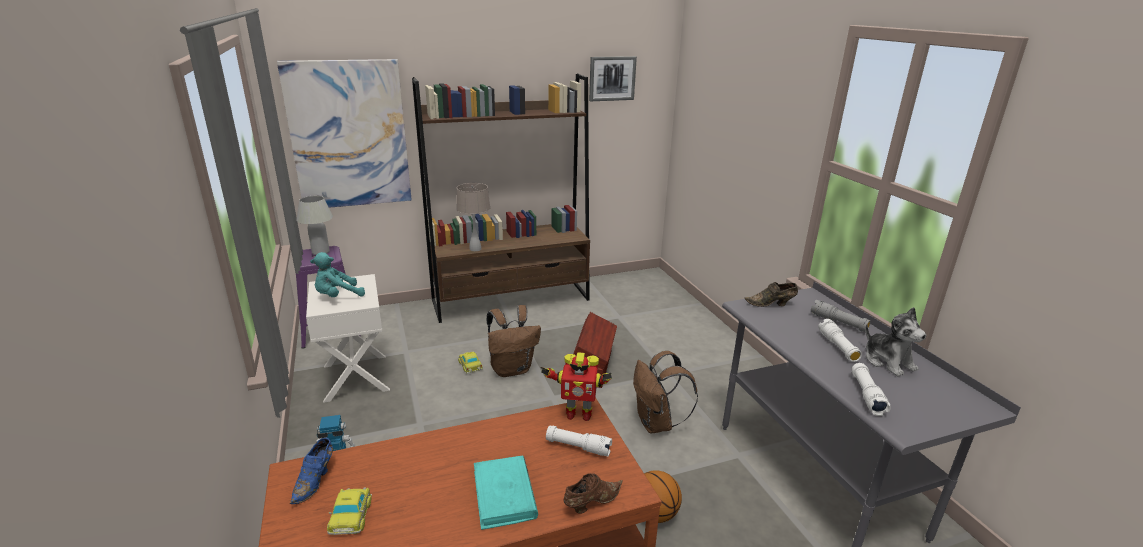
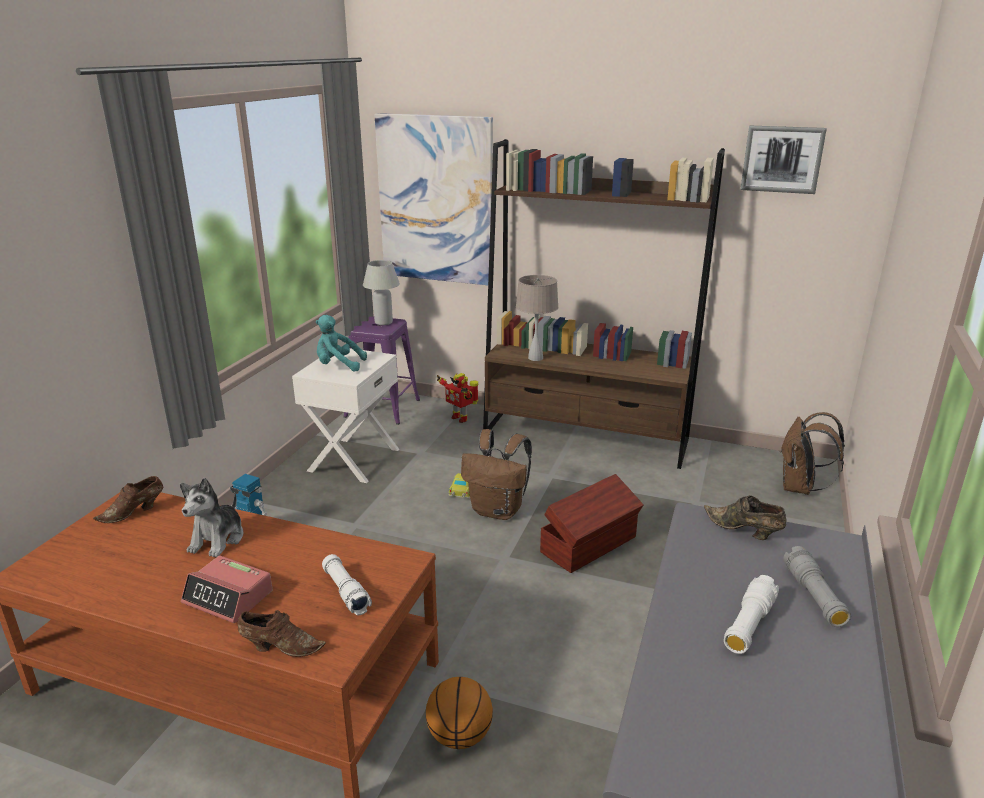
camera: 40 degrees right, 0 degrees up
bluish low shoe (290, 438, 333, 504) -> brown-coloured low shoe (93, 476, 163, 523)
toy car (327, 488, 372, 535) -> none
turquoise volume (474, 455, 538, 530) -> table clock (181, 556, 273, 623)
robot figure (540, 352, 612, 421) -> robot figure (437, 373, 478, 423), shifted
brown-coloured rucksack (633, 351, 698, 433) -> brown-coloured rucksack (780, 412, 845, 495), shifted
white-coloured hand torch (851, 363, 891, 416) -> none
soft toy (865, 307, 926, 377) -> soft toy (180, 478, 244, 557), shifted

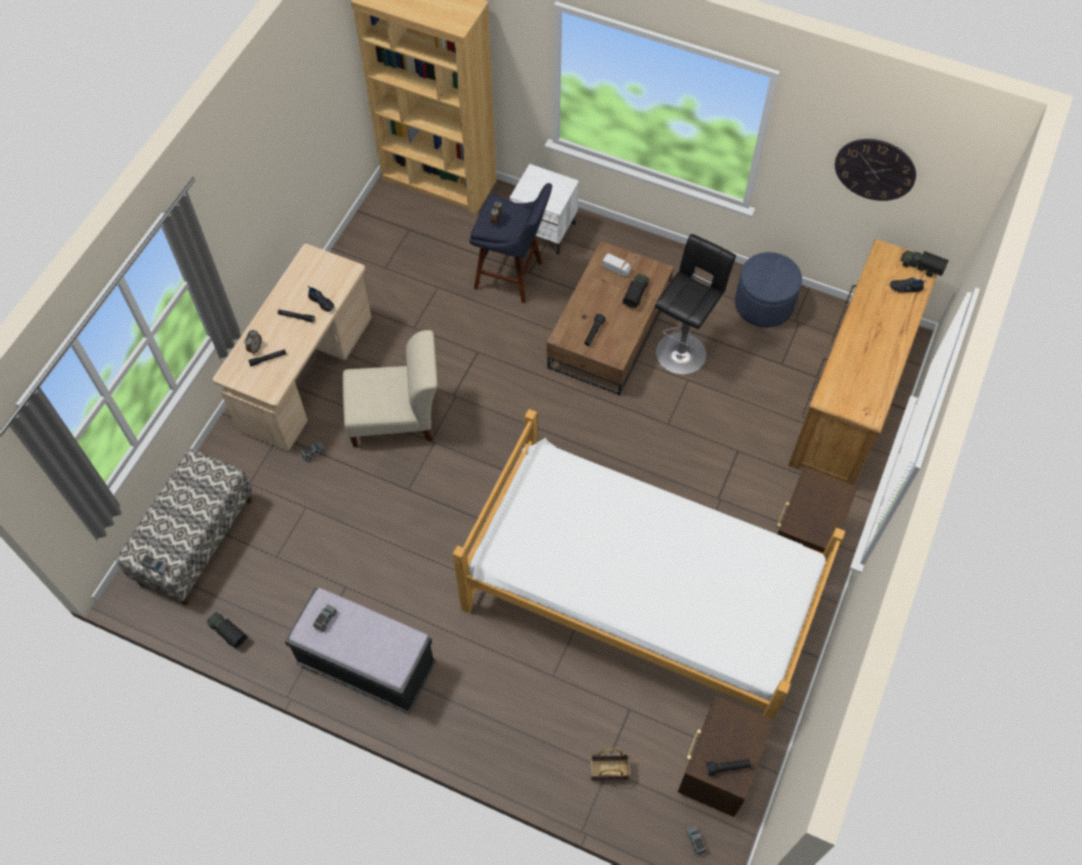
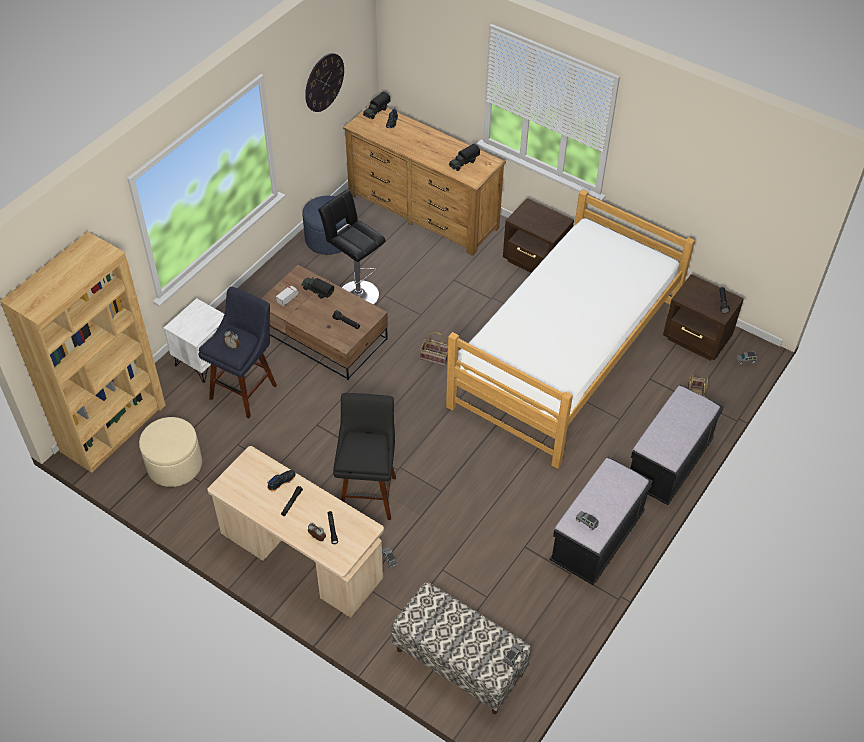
camera: 80 degrees left, 10 degrees down
toy lorry (206, 612, 247, 649) -> toy lorry (449, 144, 480, 171), shifted
sand-coloured chair (343, 330, 437, 447) -> black-coloured stool seat (333, 393, 396, 520)
none -> sand-coloured pouffe (139, 417, 202, 487)
none -> household basket (420, 332, 448, 366)
none -> black-coloured indoor bench (630, 385, 724, 505)

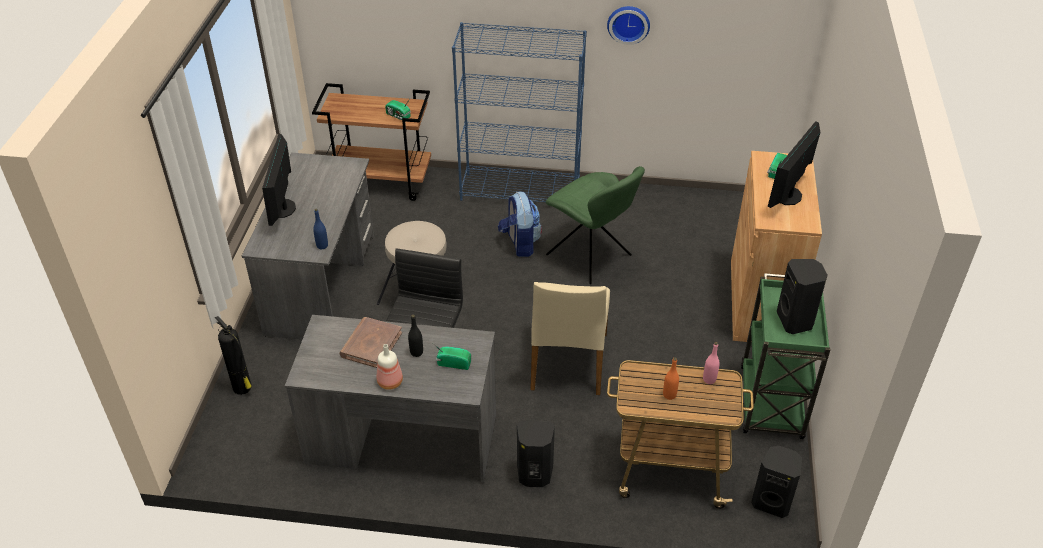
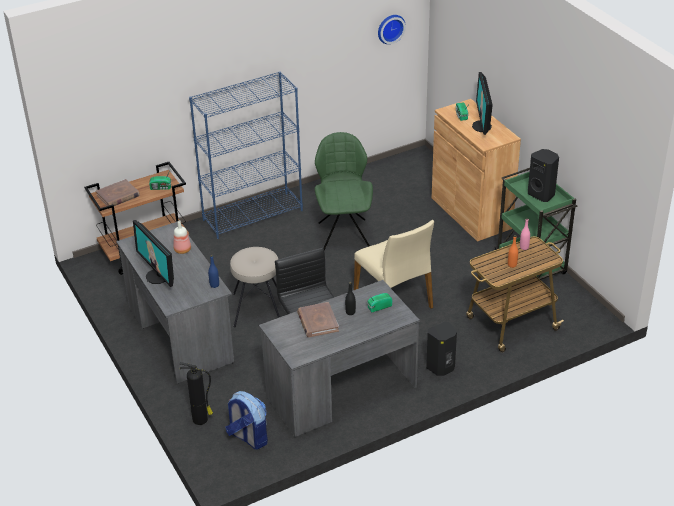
camera: 35 degrees left, 5 degrees down
drink bottle (377, 344, 403, 390) -> drink bottle (173, 220, 191, 254), shifted
rucksack (498, 192, 542, 257) -> rucksack (225, 391, 268, 450), shifted
green-coloured chair (545, 166, 645, 284) -> green-coloured chair (315, 132, 373, 250), 105 degrees counterclockwise
hanging clock (607, 6, 650, 45) -> hanging clock (378, 15, 406, 44), shifted
black-coloured speaker (751, 446, 802, 518) -> none
none -> brown-coloured volume (96, 179, 140, 206)

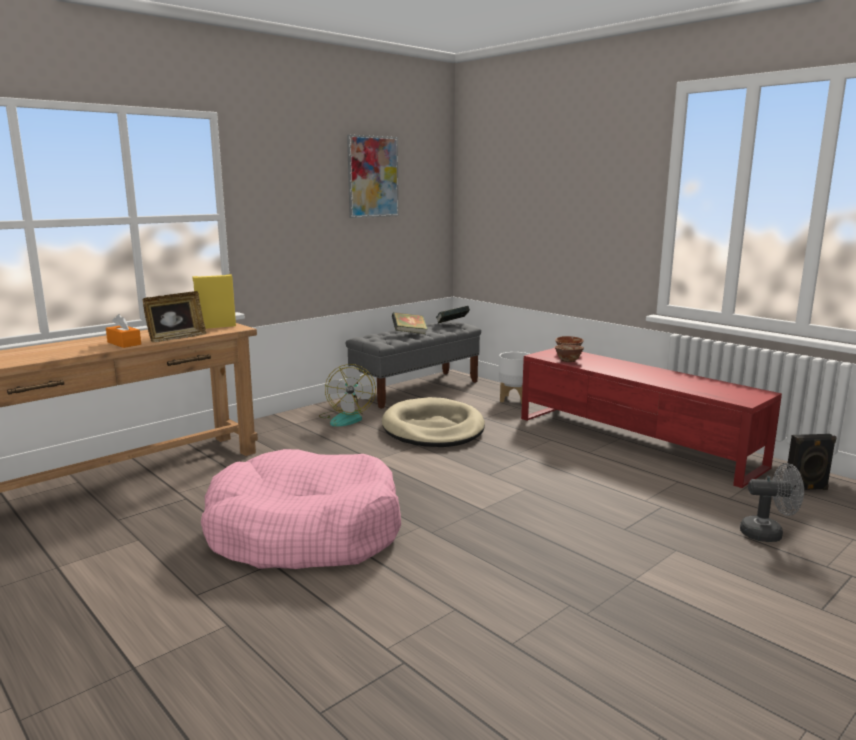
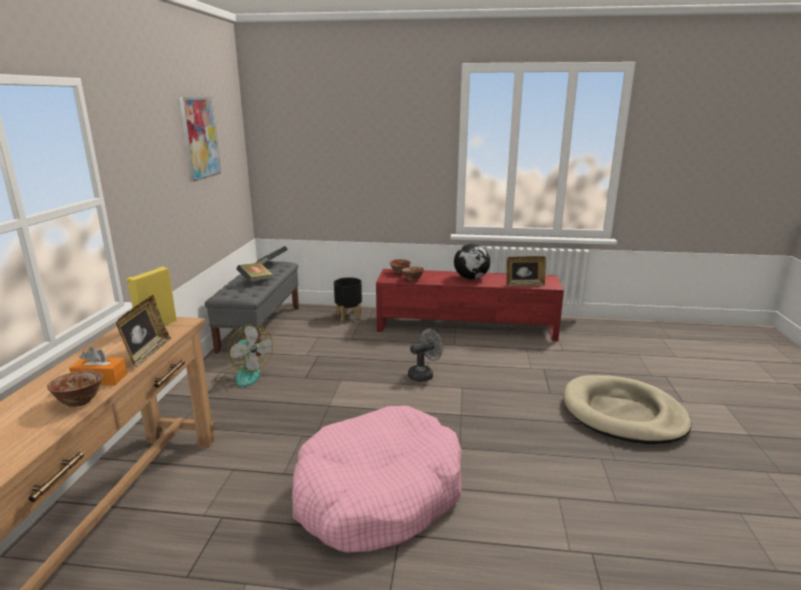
camera: 40 degrees left, 5 degrees up
sand-coloured dog bed (382, 397, 485, 447) -> sand-coloured dog bed (563, 375, 692, 444), shifted
white-coloured plant pot (499, 352, 529, 404) -> black-coloured plant pot (334, 277, 362, 322)
grey fan (740, 463, 804, 542) -> grey fan (408, 328, 443, 382), shifted
black-coloured speaker (787, 434, 836, 490) -> none
none -> deep dish (47, 370, 103, 407)
none -> desk globe (454, 244, 490, 279)
none -> photo frame (507, 256, 546, 286)

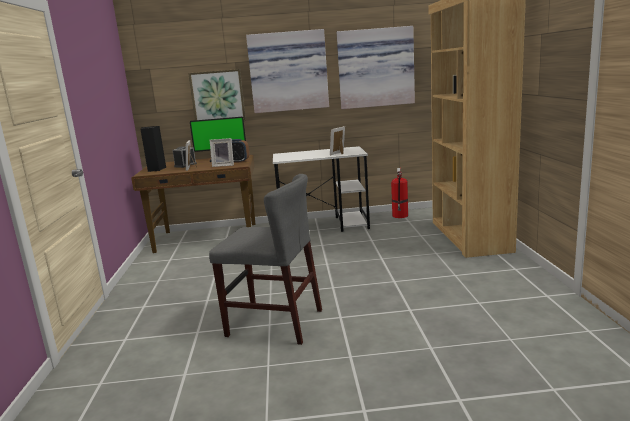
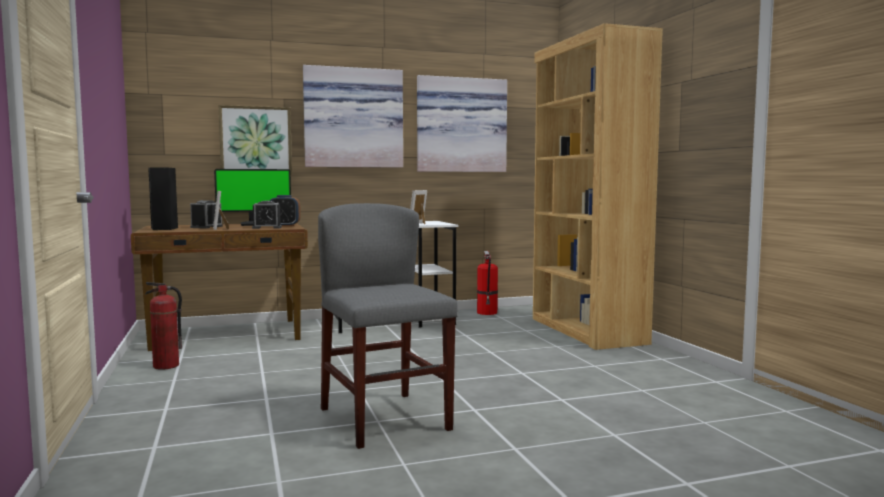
camera: 15 degrees left, 10 degrees down
grey chair (209, 174, 322, 345) -> grey chair (318, 203, 458, 449), 120 degrees counterclockwise
photo frame (210, 138, 234, 167) -> table clock (252, 201, 282, 229)
none -> fire extinguisher (145, 282, 182, 370)

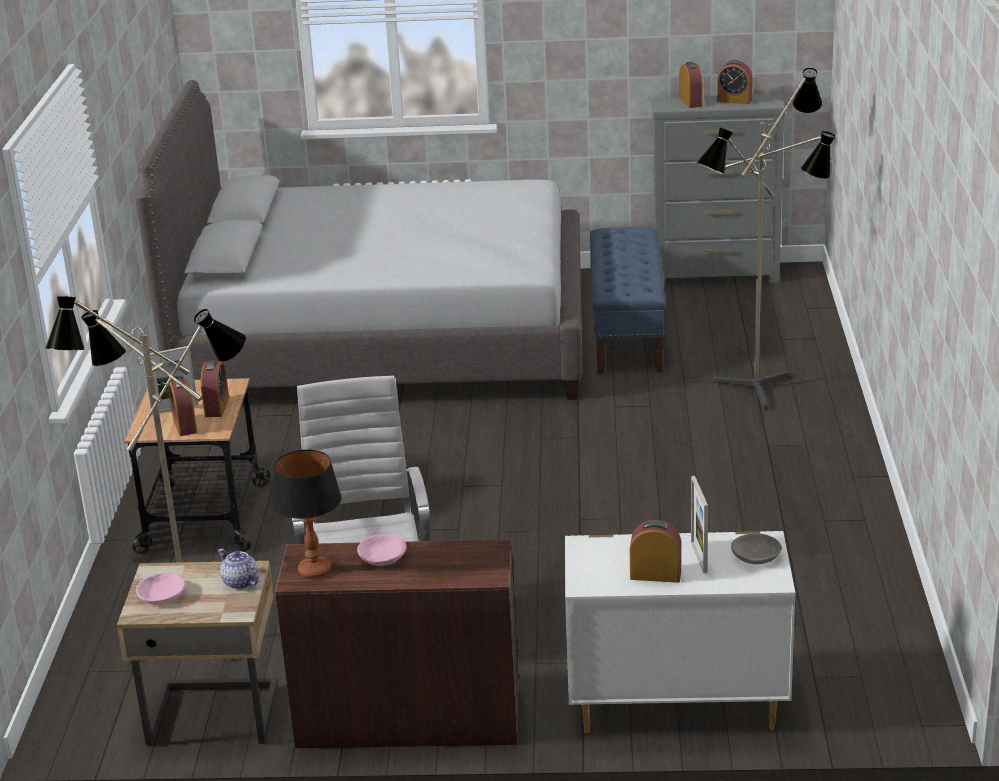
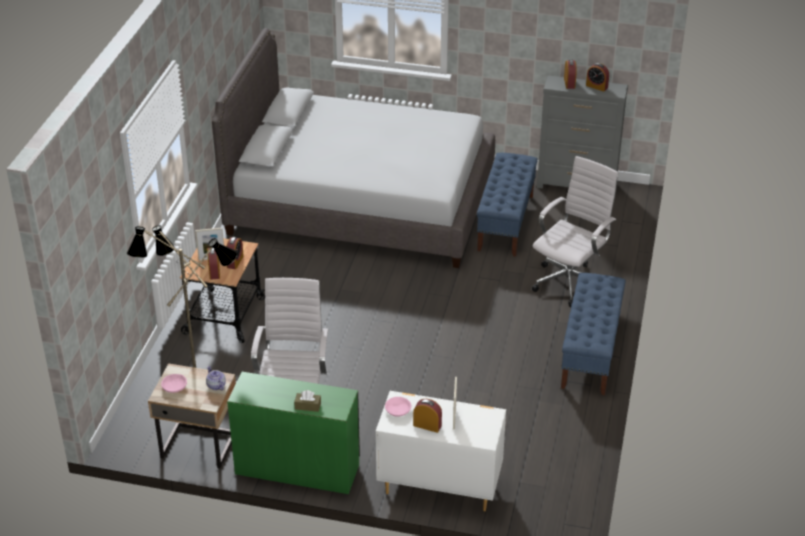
camera: 10 degrees right, 10 degrees up
lamp for a table (272, 450, 341, 579) -> none
brown-coloured desk unit (275, 539, 519, 748) -> green-coloured desk unit (227, 372, 360, 494)
pinkish deep dish (357, 534, 407, 566) -> pinkish deep dish (385, 397, 411, 417), shifted
standard lamp (696, 68, 836, 410) -> white-coloured desk chair (532, 156, 619, 307)
grey deep dish (731, 534, 782, 565) -> none
none -> brown-coloured tissue box (294, 390, 321, 412)
none -> bluish indoor bench (561, 273, 625, 395)

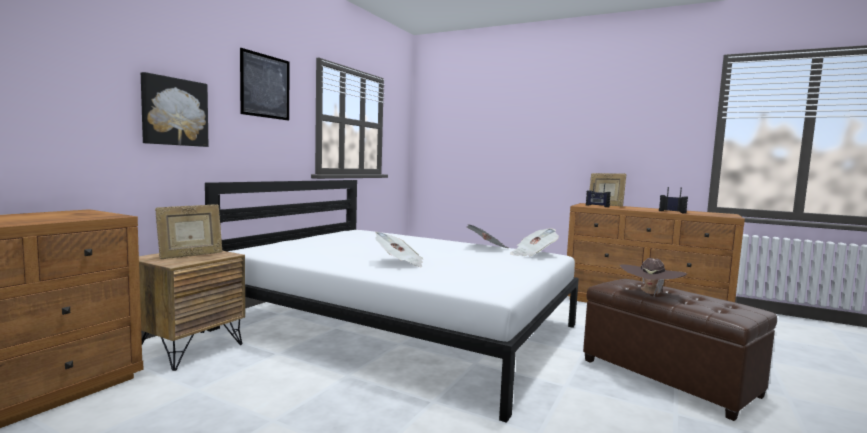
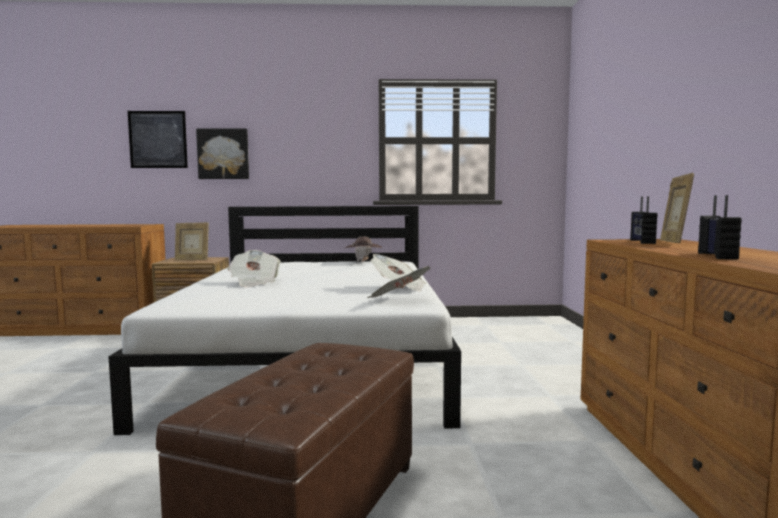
camera: 60 degrees right, 0 degrees up
picture (240, 48, 289, 121) -> picture (128, 111, 188, 168), shifted
brown-coloured hat (620, 258, 687, 296) -> brown-coloured hat (345, 237, 382, 263), shifted

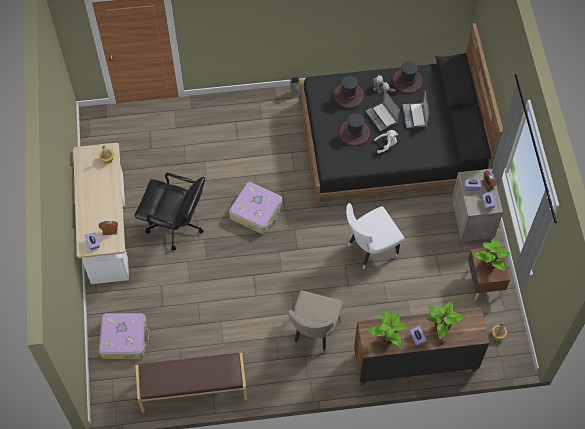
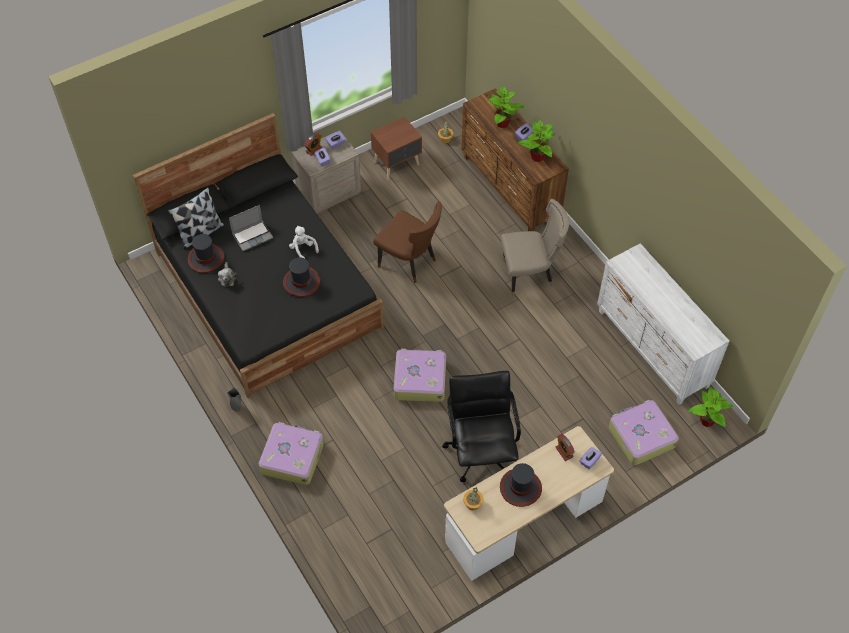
camera: 115 degrees left, 5 degrees down
brown-coloured indoor bench (135, 353, 247, 413) -> white-coloured chest of drawers (597, 243, 729, 405)
hat (334, 76, 364, 108) -> hat (500, 463, 542, 507), shifted
white-coloured chair (346, 203, 405, 269) -> brown-coloured chair (373, 201, 442, 283)
notebook computer (366, 90, 400, 132) -> none
plant in a pot (473, 238, 511, 271) -> plant in a pot (688, 387, 733, 427), shifted
none -> pillow (168, 187, 224, 249)
none -> travel case (259, 422, 324, 485)

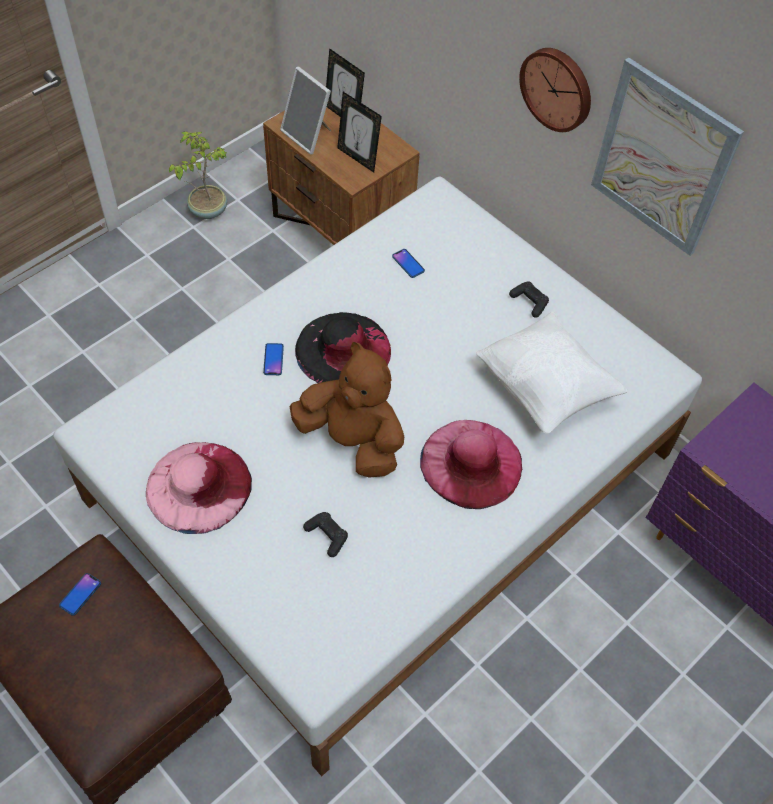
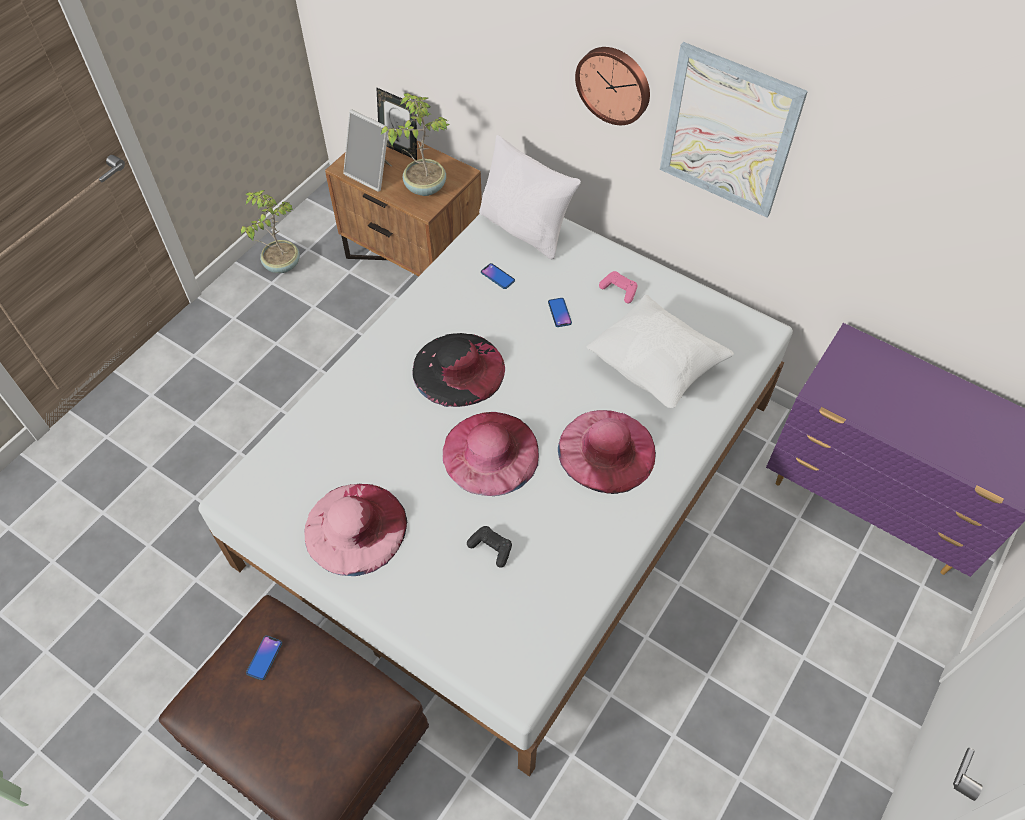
camera: 10 degrees left, 0 degrees up
handset (263, 343, 284, 375) -> handset (548, 298, 572, 327), shifted
brown-coloured soft toy (290, 342, 404, 478) -> pinkish hat (443, 412, 539, 496)
photo frame (337, 92, 382, 172) -> plant in a pot (381, 93, 449, 196)
black-coloured gamepad (509, 281, 549, 318) -> pinkish gamepad (599, 271, 637, 303)
none -> white-coloured pillow (479, 135, 581, 259)

